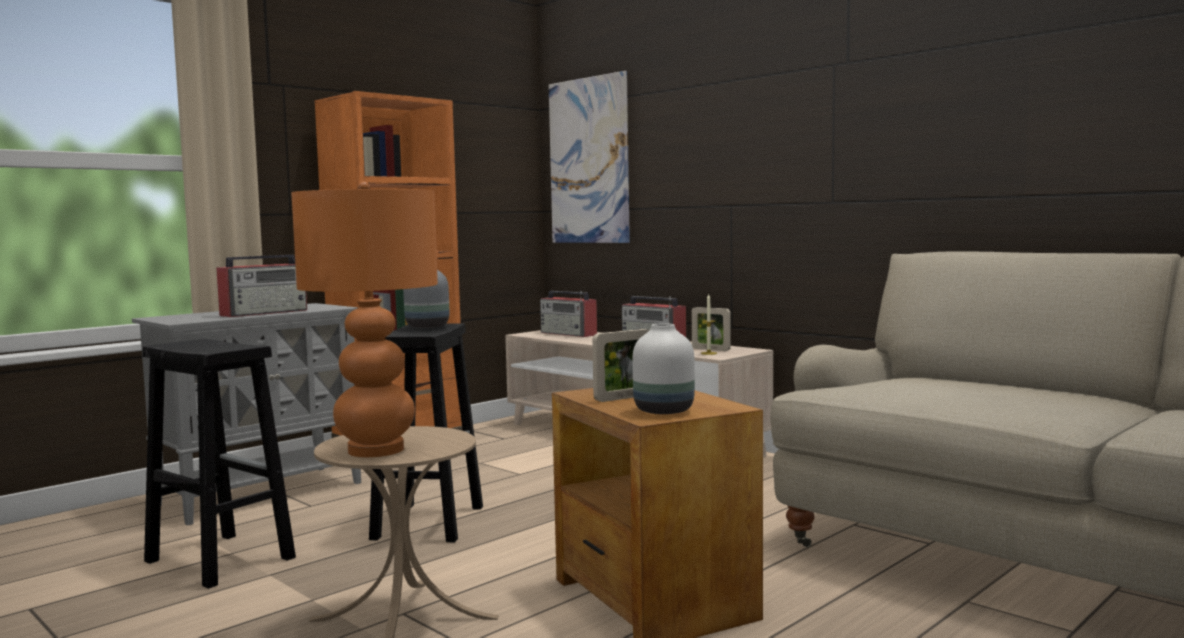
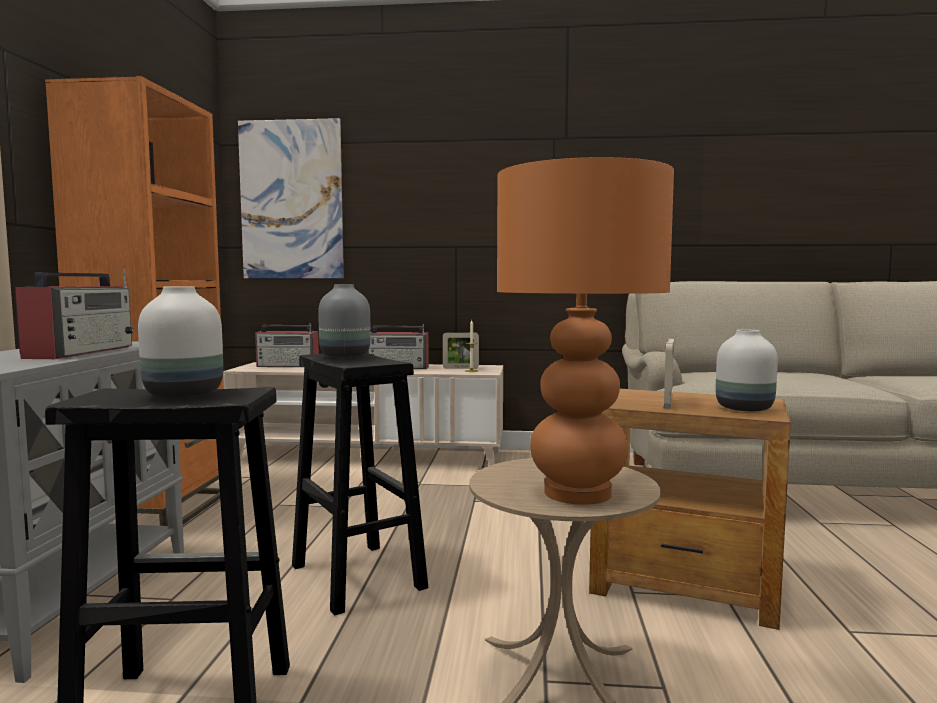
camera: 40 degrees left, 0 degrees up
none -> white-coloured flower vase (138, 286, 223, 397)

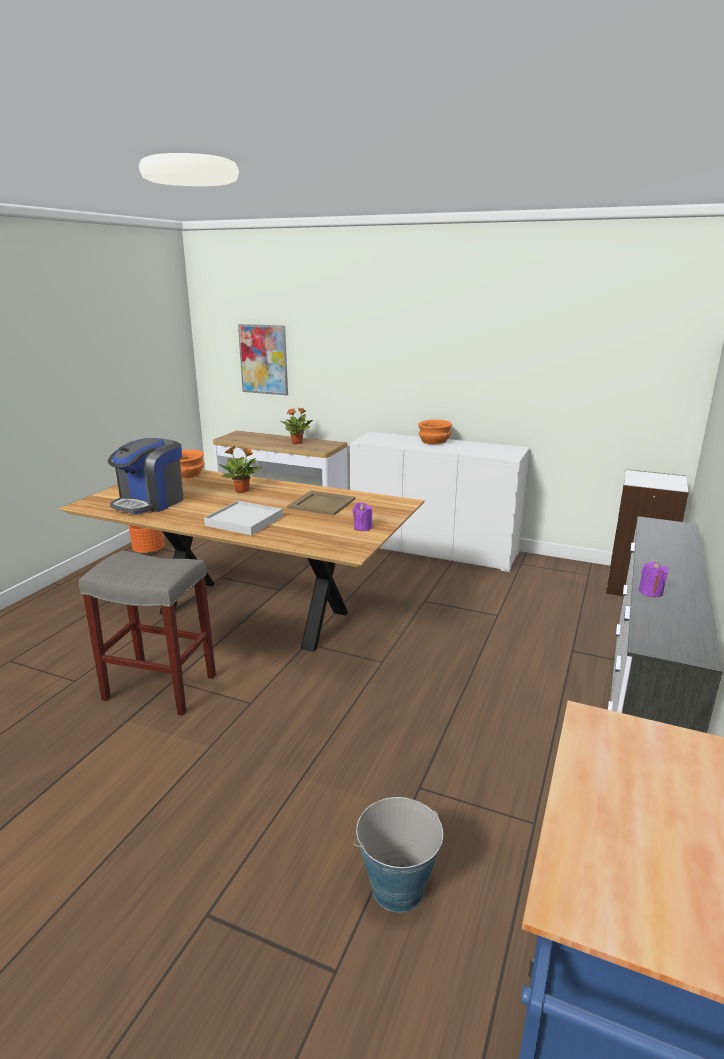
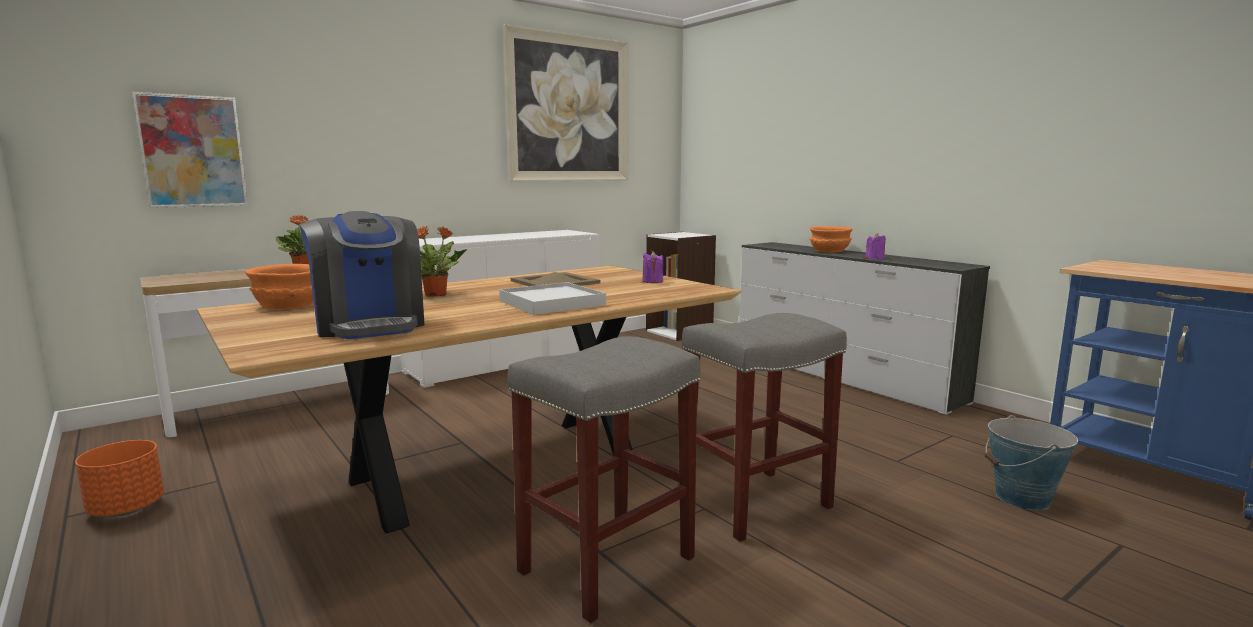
camera: 60 degrees left, 10 degrees down
orangey deep dish (418, 420, 452, 444) -> orangey deep dish (810, 226, 852, 253), shifted
none -> picture (502, 24, 628, 182)
none -> grey stool seat (682, 313, 847, 542)

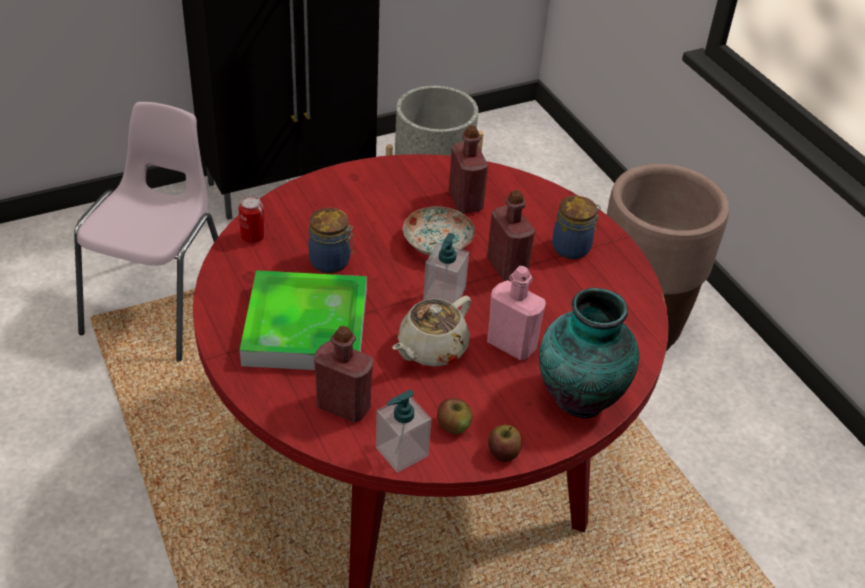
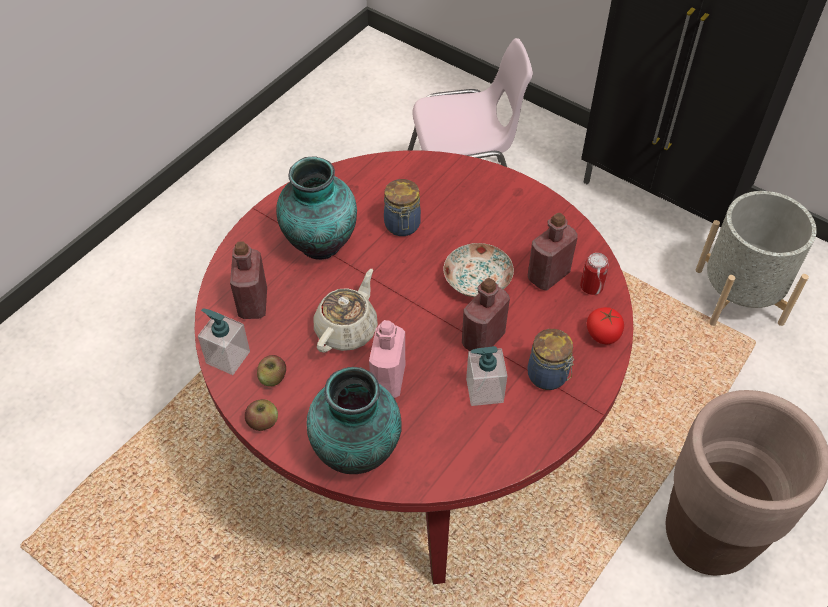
camera: 65 degrees right, 10 degrees up
metal can (238, 196, 265, 243) -> metal can (580, 253, 609, 295), shifted
serving tray (240, 270, 367, 370) -> flower vase (276, 156, 357, 260)
sand-coloured teapot (392, 296, 471, 367) -> sand-coloured teapot (314, 269, 378, 353), 105 degrees clockwise
soap dispenser (423, 233, 469, 304) -> soap dispenser (466, 346, 507, 406), shifted
none -> tomato (587, 307, 624, 344)

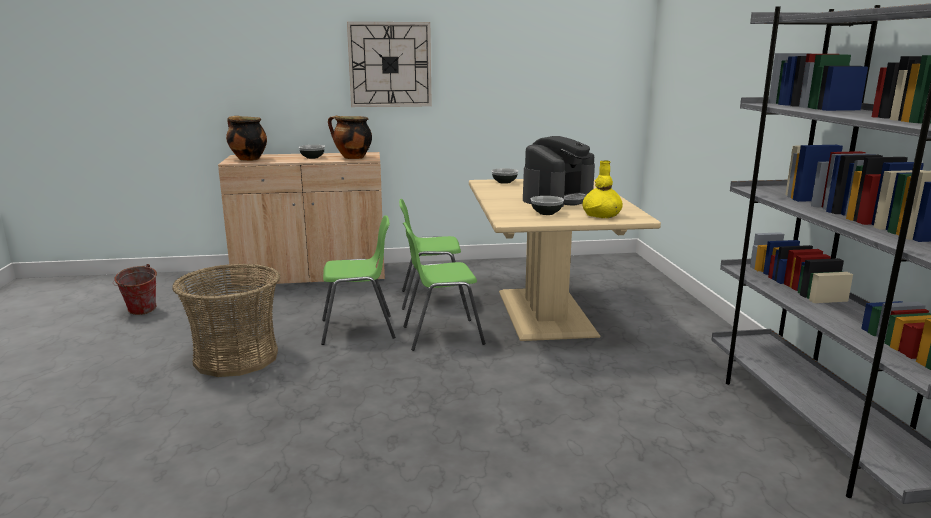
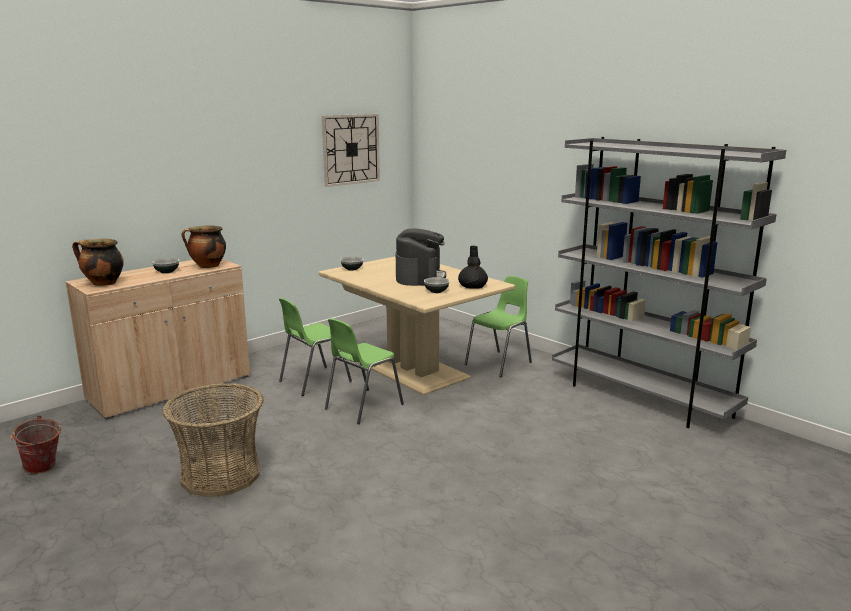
camera: 35 degrees left, 0 degrees up
green-coloured chair (321, 215, 395, 345) -> green-coloured chair (465, 276, 532, 378), shifted
hanging clock (347, 22, 432, 107) -> hanging clock (322, 114, 380, 187), shifted
yellowish flower vase (582, 160, 623, 218) -> black-coloured flower vase (458, 246, 488, 289)

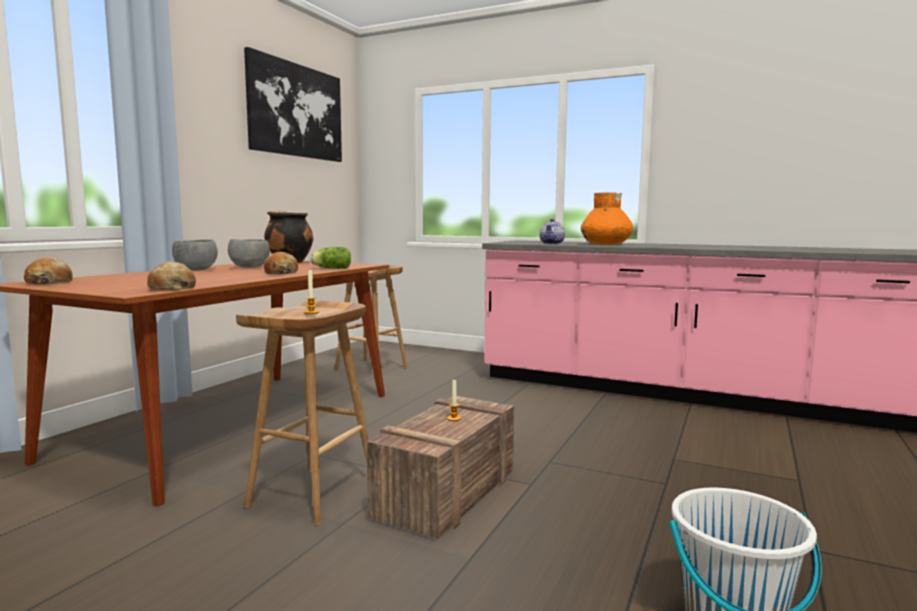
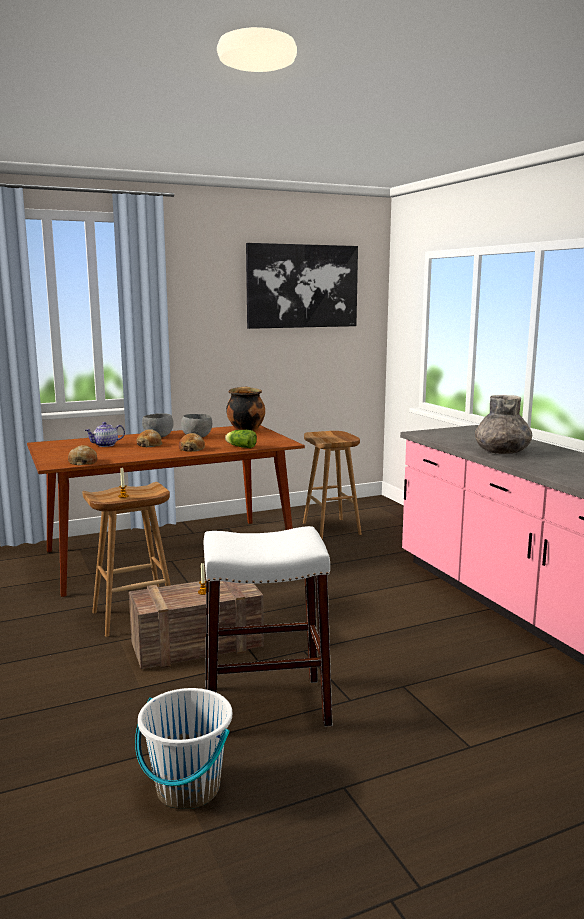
camera: 40 degrees right, 5 degrees up
bakery bread (24, 257, 73, 284) -> bakery bread (136, 429, 163, 447), shifted
teapot (540, 219, 565, 244) -> teapot (85, 422, 125, 447), shifted
orangey flower vase (581, 192, 633, 245) -> grey flower vase (475, 395, 532, 454)
none -> white-coloured stool seat (204, 526, 332, 727)

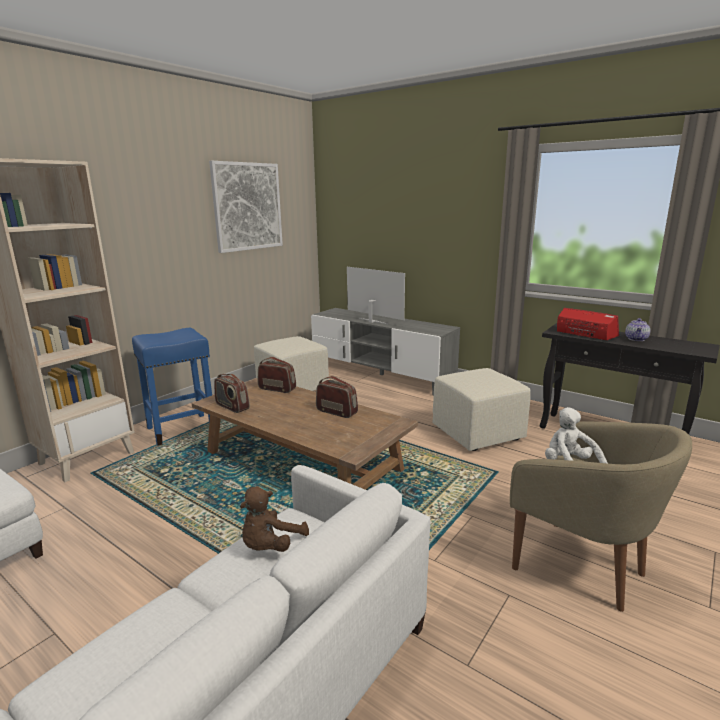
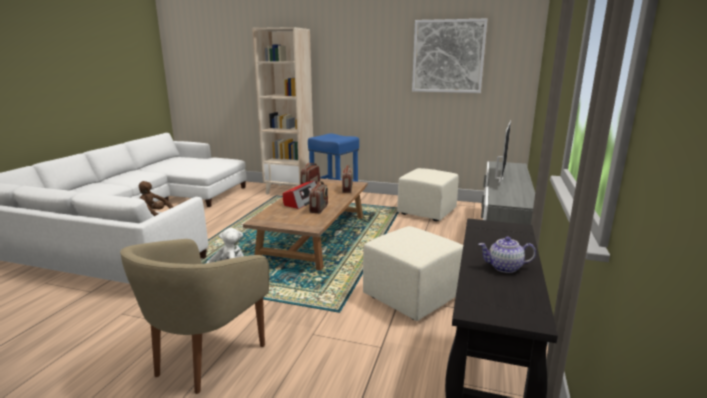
camera: 70 degrees right, 0 degrees up
radio (557, 308, 619, 340) -> radio (283, 180, 316, 209), shifted

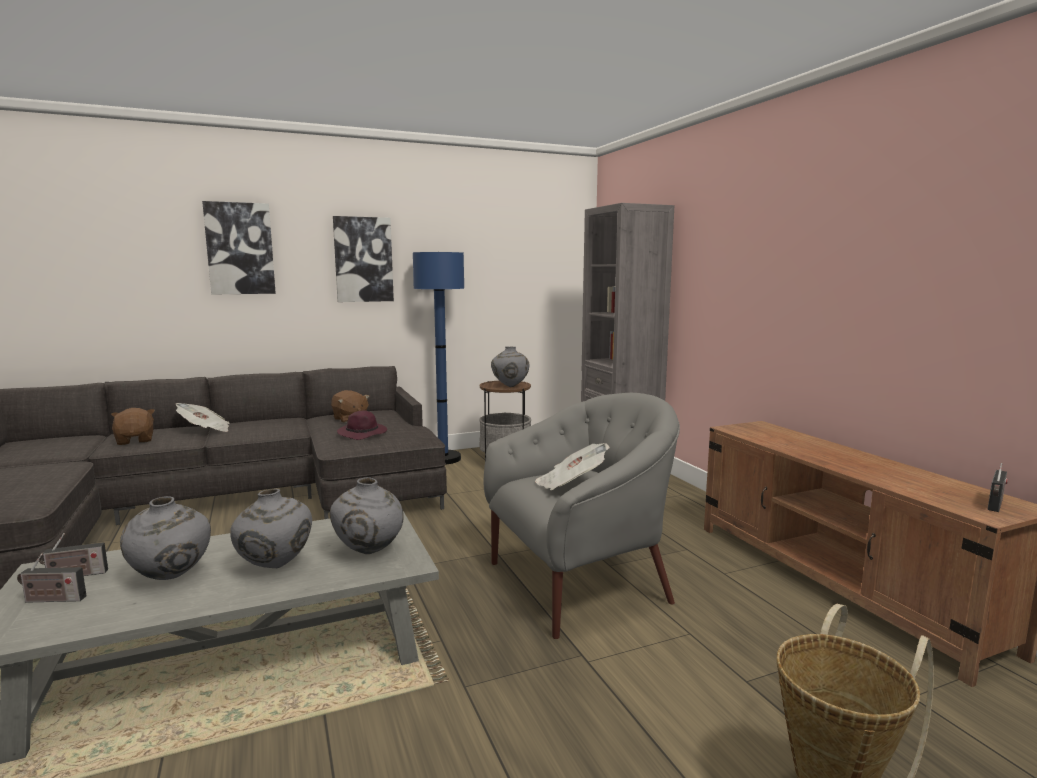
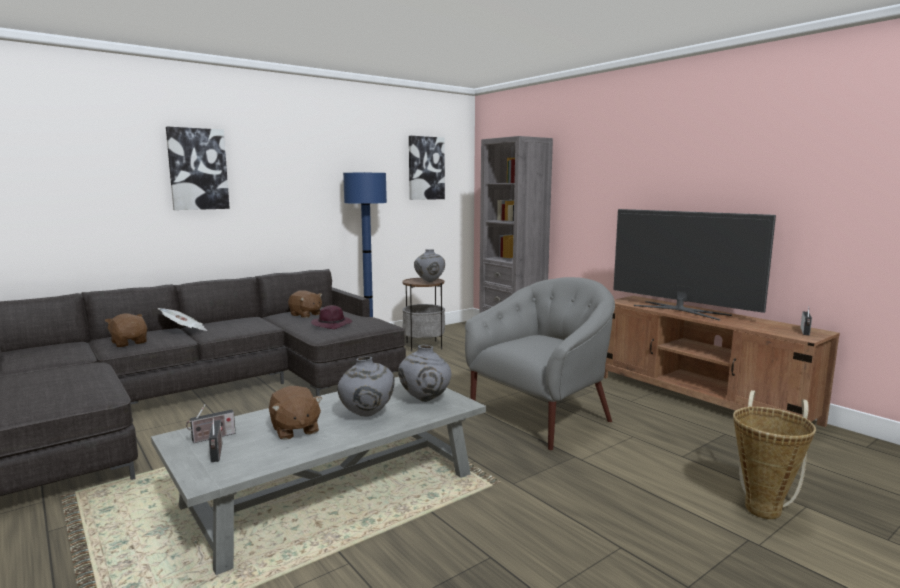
camera: 15 degrees left, 0 degrees up
radio (17, 554, 87, 603) -> radio (209, 418, 223, 462), 90 degrees counterclockwise
grey flower vase (120, 496, 211, 580) -> brown-coloured soft toy (269, 386, 323, 440)
picture (333, 216, 394, 302) -> picture (409, 136, 445, 200), shifted
newspaper (535, 443, 610, 490) -> none
none -> television (613, 209, 776, 320)

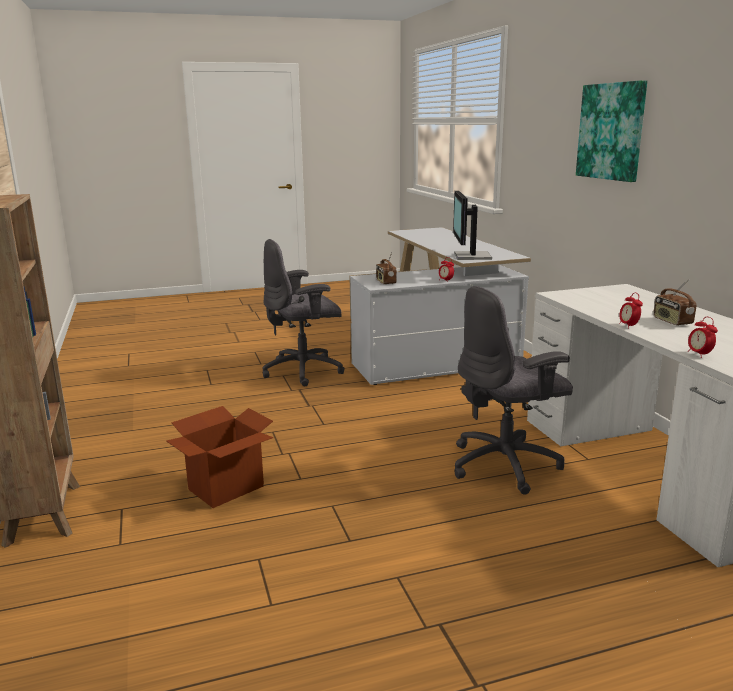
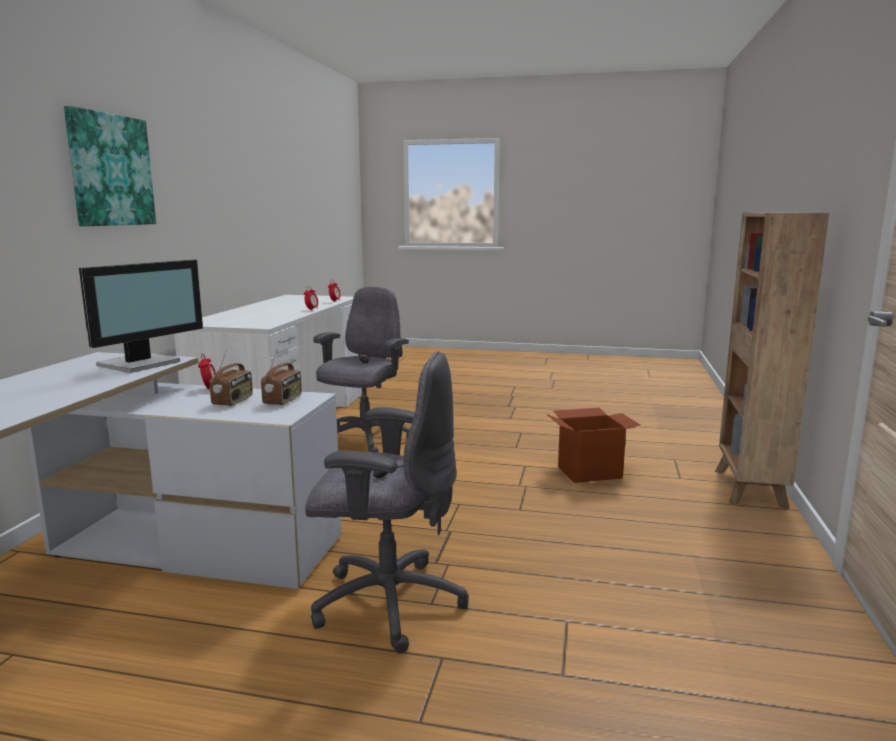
camera: 150 degrees left, 5 degrees down
grey desk chair (454, 286, 573, 495) -> grey desk chair (313, 286, 410, 452), 75 degrees counterclockwise
radio (653, 279, 697, 326) -> radio (209, 349, 253, 406), shifted

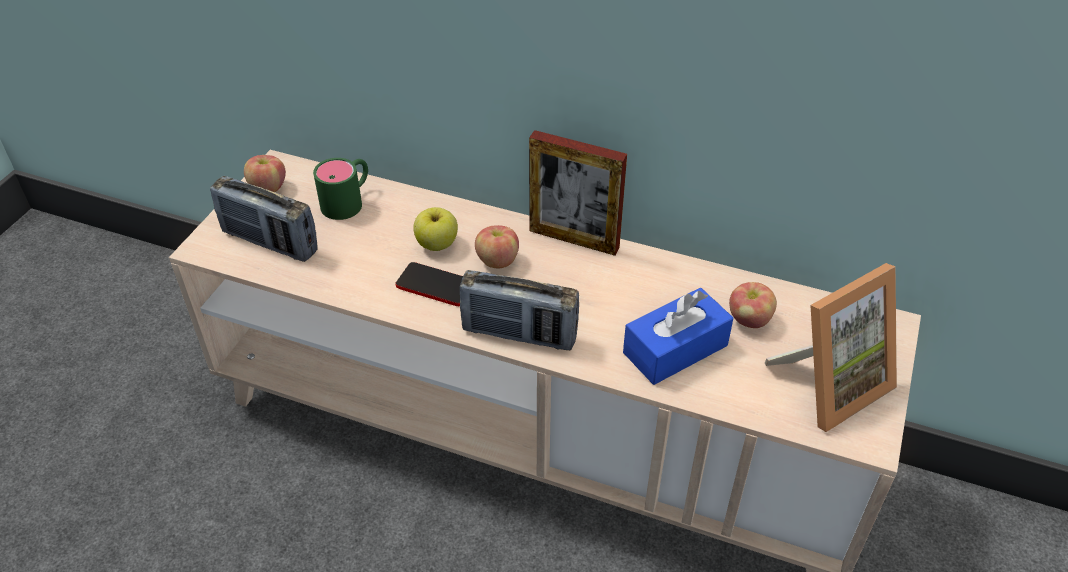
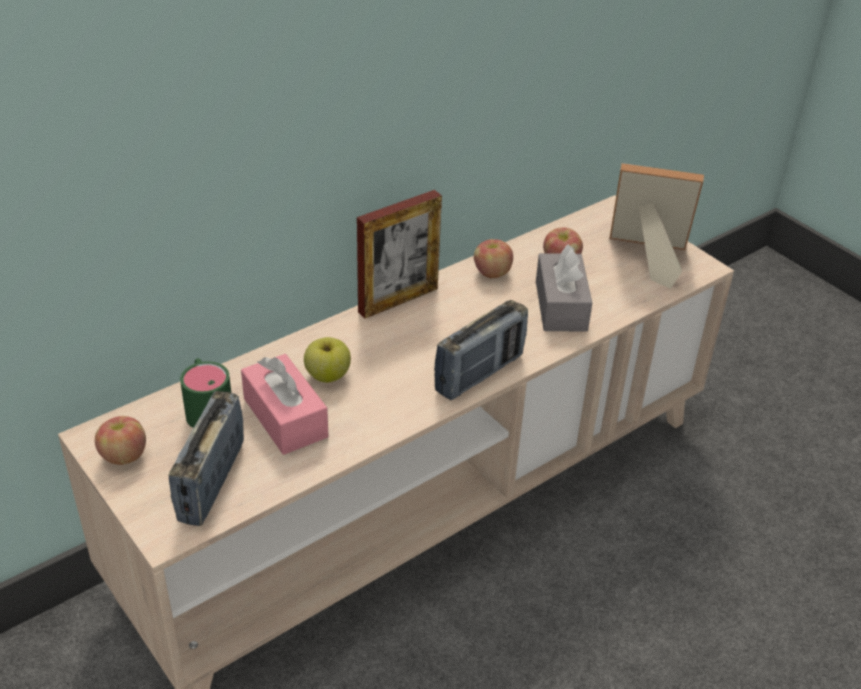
camera: 60 degrees left, 5 degrees down
radio (210, 176, 318, 262) -> radio (169, 391, 244, 526), 135 degrees clockwise
handset (395, 262, 463, 306) -> none
apple (475, 225, 519, 269) -> apple (474, 239, 513, 278), shifted
bluish tissue box (623, 288, 733, 385) -> grey tissue box (536, 244, 592, 332)
photo frame (765, 263, 897, 432) -> photo frame (609, 163, 704, 289), 75 degrees counterclockwise
none -> pinkish tissue box (241, 354, 328, 455)

